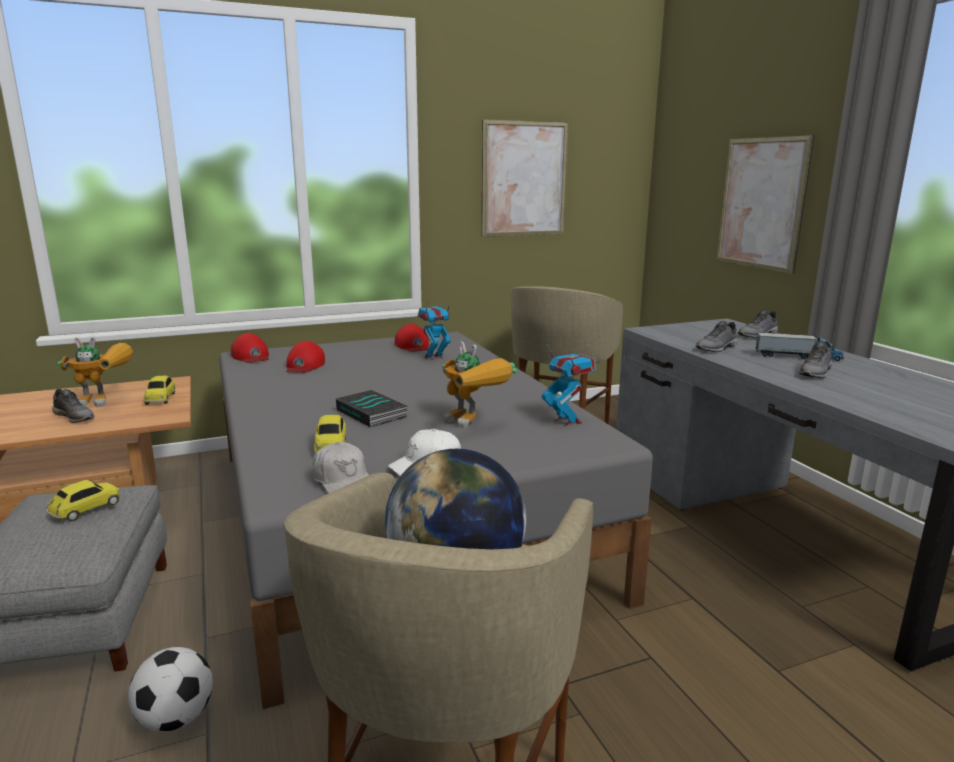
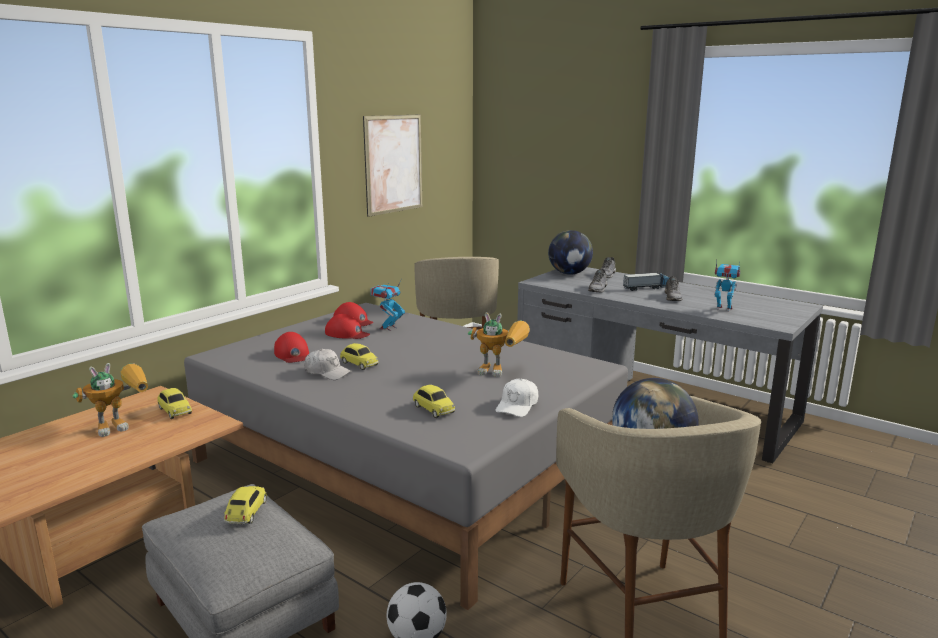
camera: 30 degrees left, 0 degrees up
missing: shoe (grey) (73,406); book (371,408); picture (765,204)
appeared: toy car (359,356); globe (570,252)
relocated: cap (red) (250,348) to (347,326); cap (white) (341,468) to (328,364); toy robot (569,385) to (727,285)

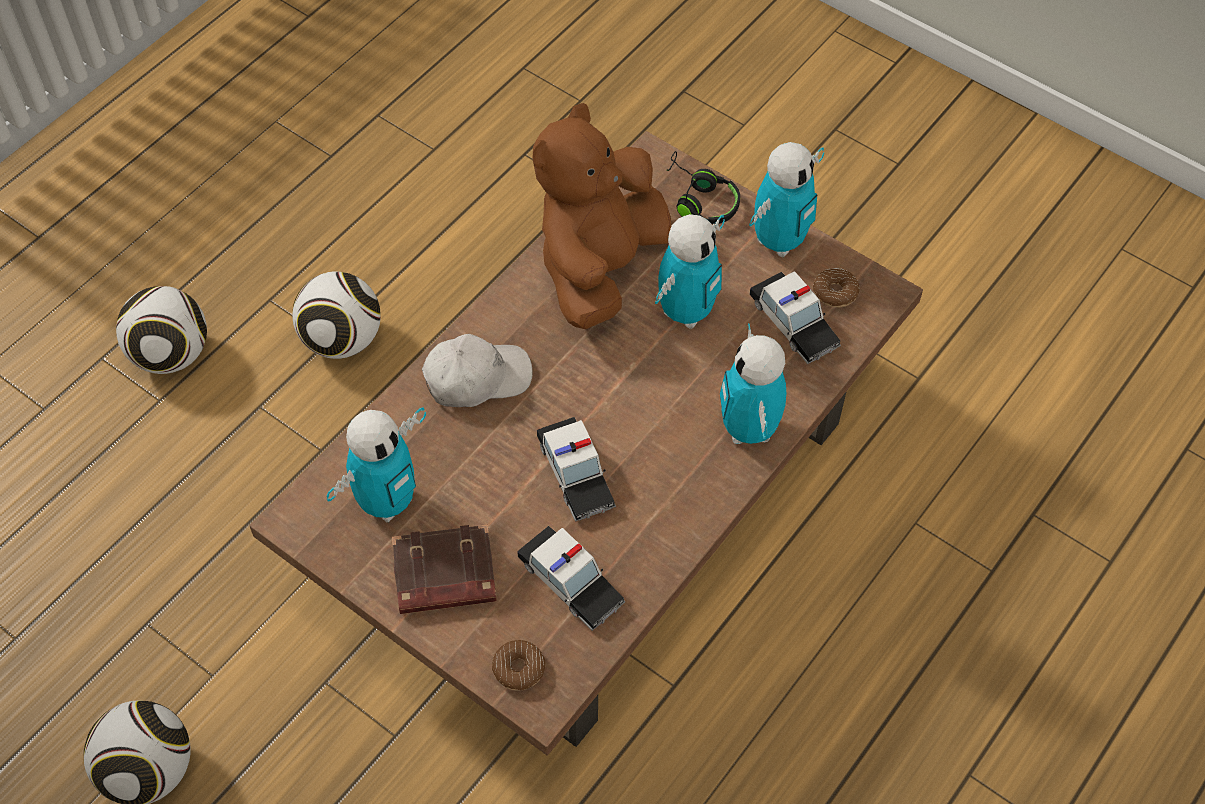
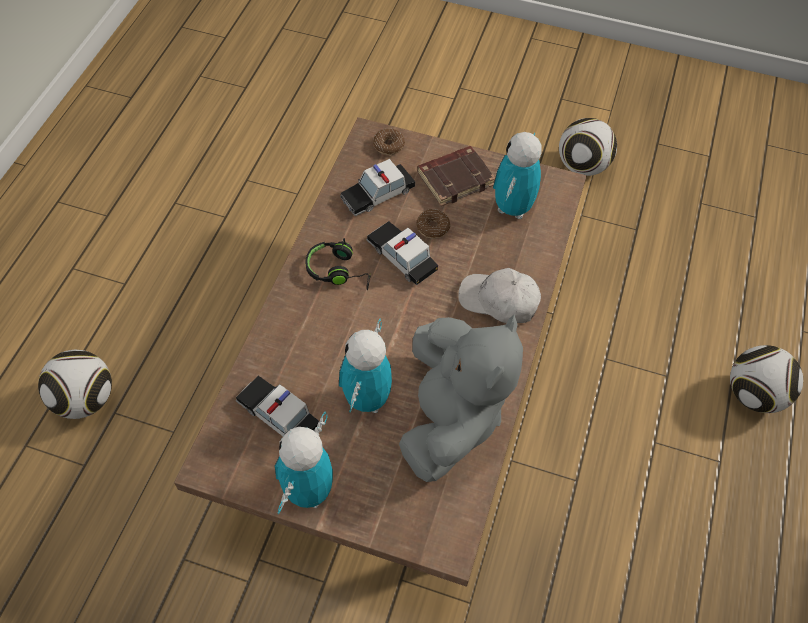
camera: 160 degrees right, 0 degrees up
missing: toy robot (753,383)
relocated: football (336,315) to (75,384); headphones (black) (703,187) to (338,264); donut (836,288) to (433,224)
colour: plush toy (brown) (602,216) to plush toy (grey) (461,398)
spun: cap (white) (477,370) = (499,295) 60 degrees clockwise; toy car (571,578) = (377,187) 60 degrees counterclockwise

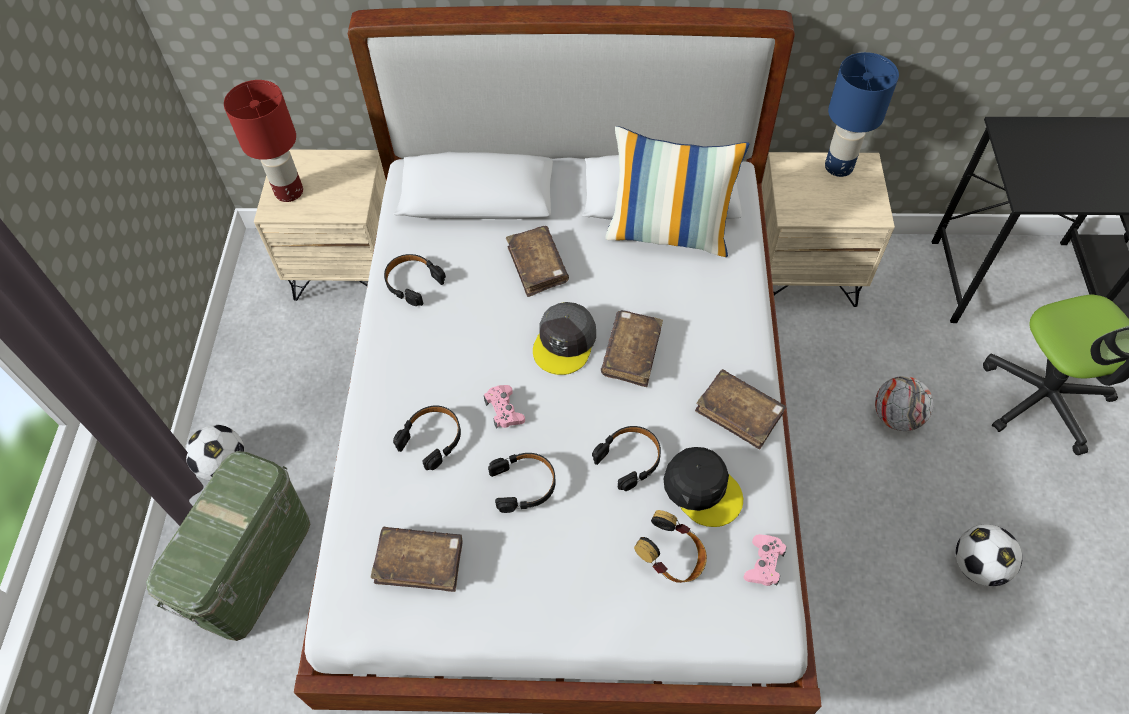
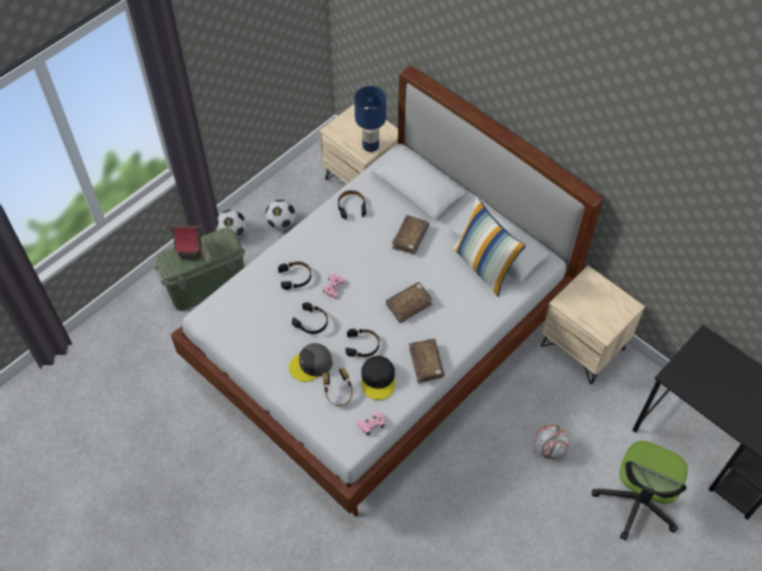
camera: 40 degrees right, 0 degrees up
missing: table lamp (red) (263,141); book (brown) (417,559)
appeared: toy house (184,242)
relocated: cap (grey) (564,338) to (311,362); table lamp (blue) (862,114) to (370,119); football (989,555) to (280,214)

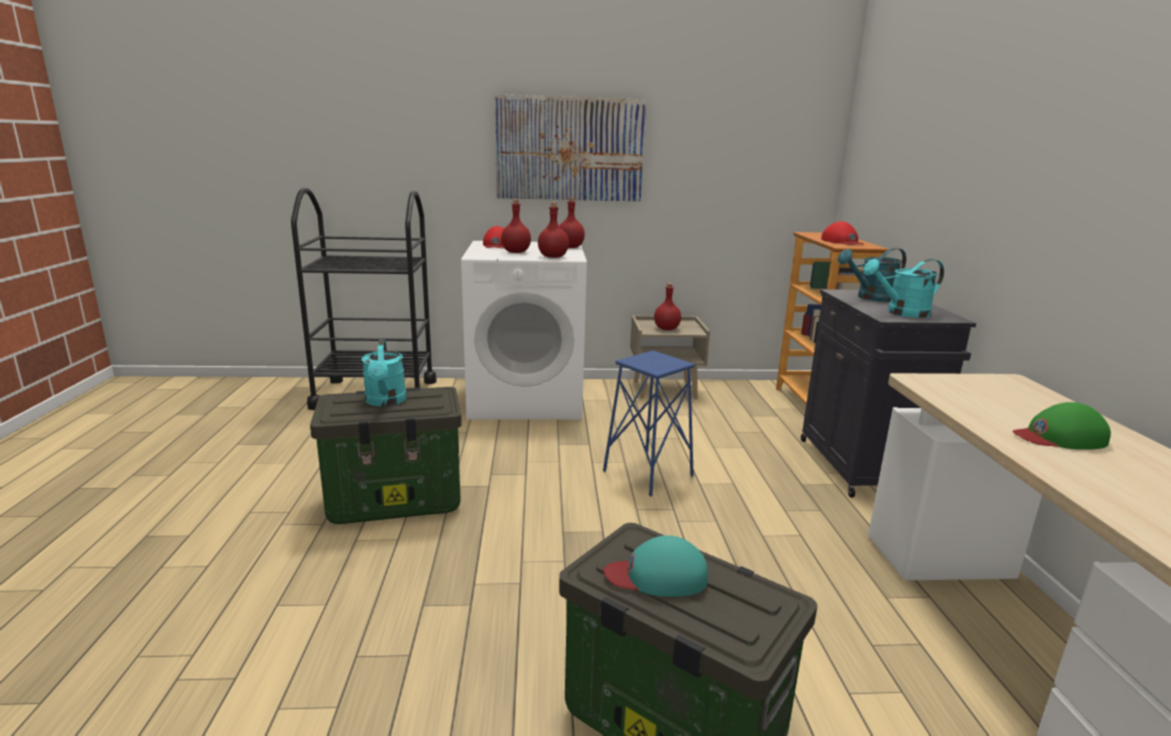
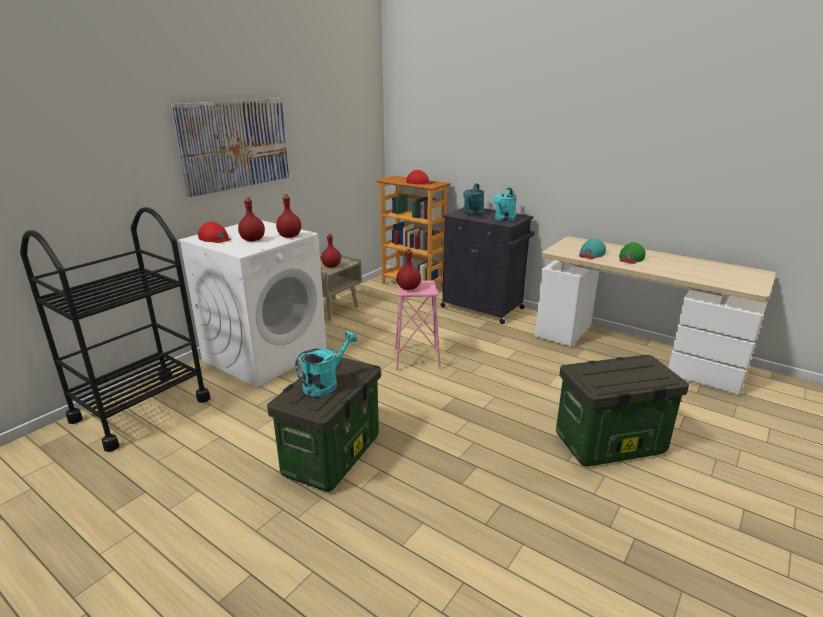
camera: 50 degrees left, 5 degrees up
relocated: bottle (red) (572,222) to (409,269); cap (turquoise) (656,566) to (592,248)
colour: stool (blue) (649,424) to stool (pink) (418,325)
spun: watering can (turquoise) (384,372) = (326,363) 75 degrees counterclockwise

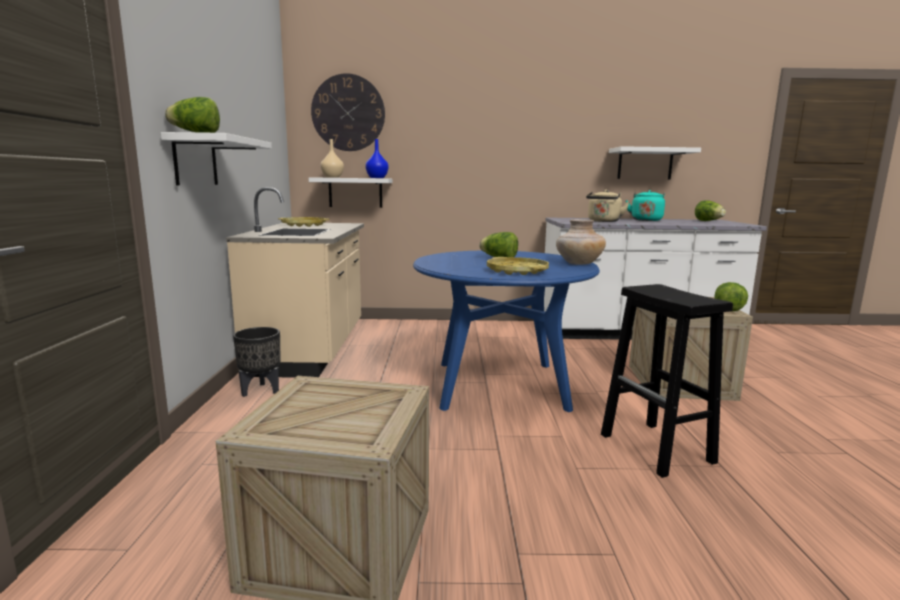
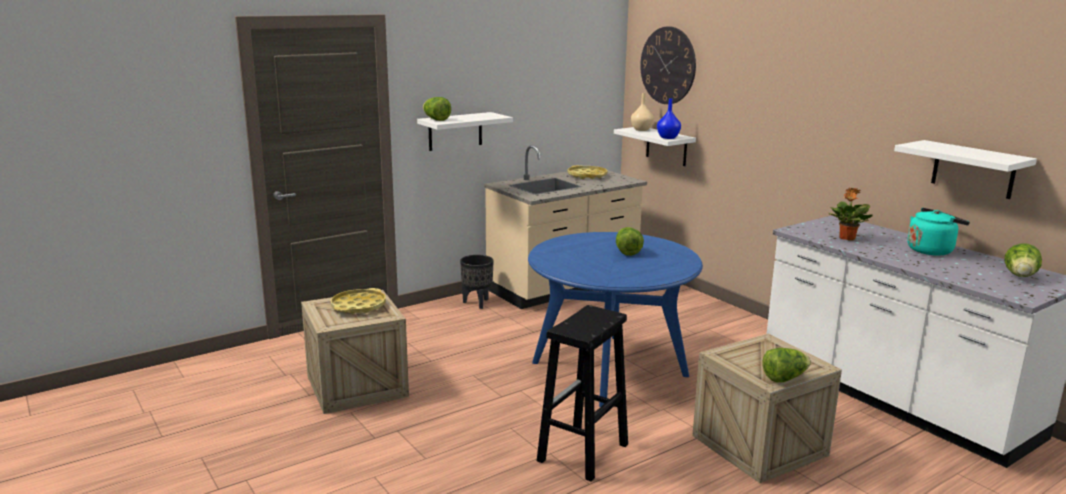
camera: 55 degrees right, 5 degrees up
missing: vase (beige) (581,242)
relocated: tray (yellow) (518,266) to (358,301)
exchanged: kettle (beige) (607,206) to potted plant (850,214)

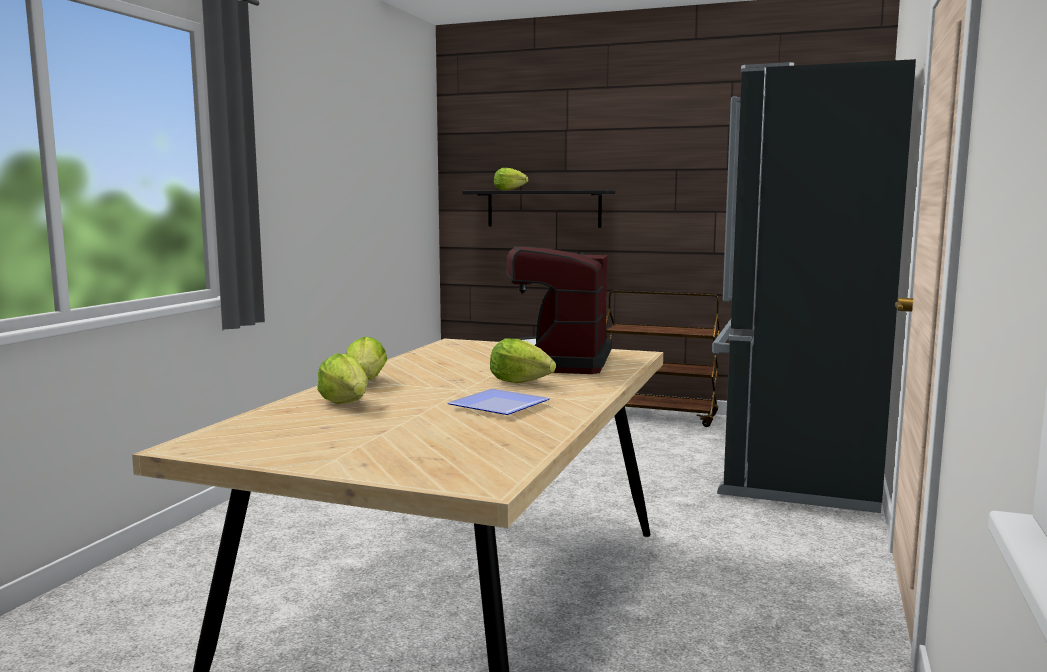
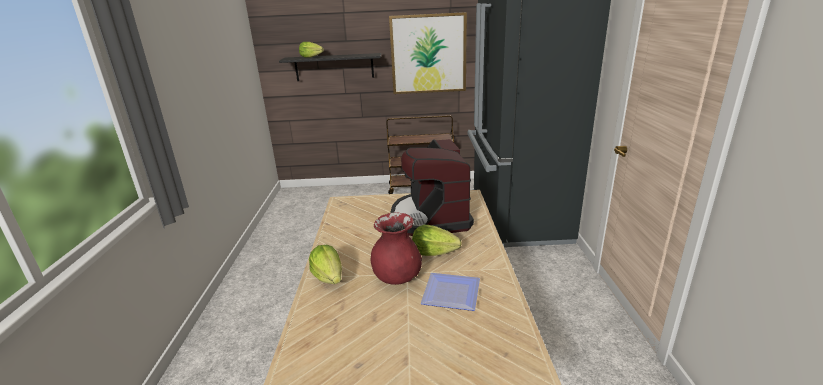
camera: 20 degrees left, 15 degrees up
missing: lettuce (342,378)
appeared: vase (red) (396,248); picture (428,53)

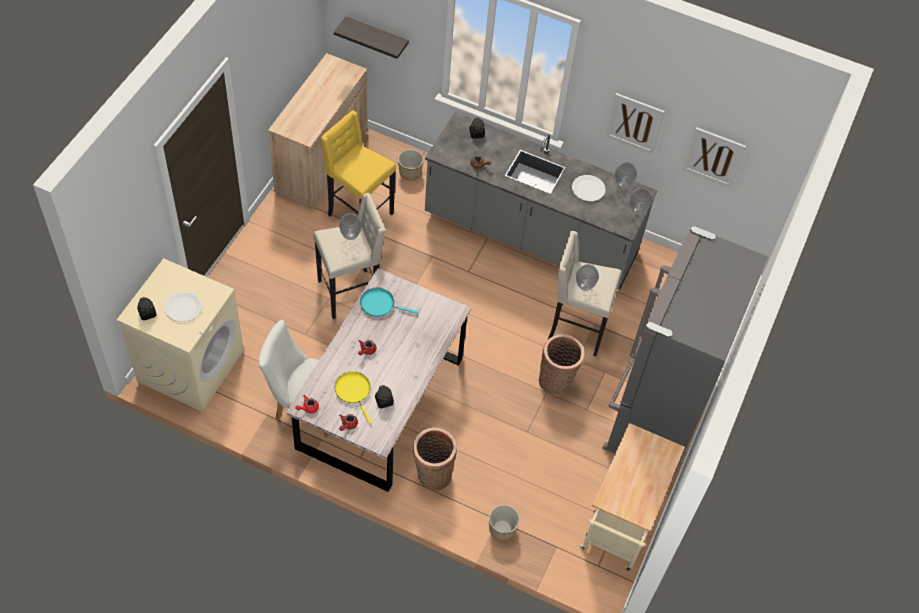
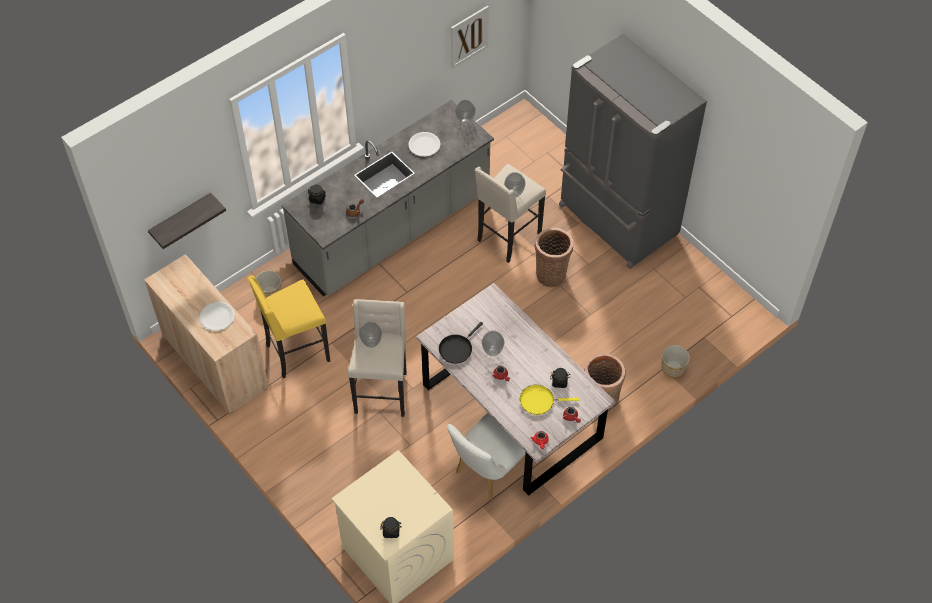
camera: 60 degrees left, 0 degrees up
missing: cart (beige) (632,497); picture (635,123)
relocated: plate (white) (183,306) to (217,316); vase (626,175) to (493,343)
colour: frying pan (turquoise) (389,302) to frying pan (black) (461,343)

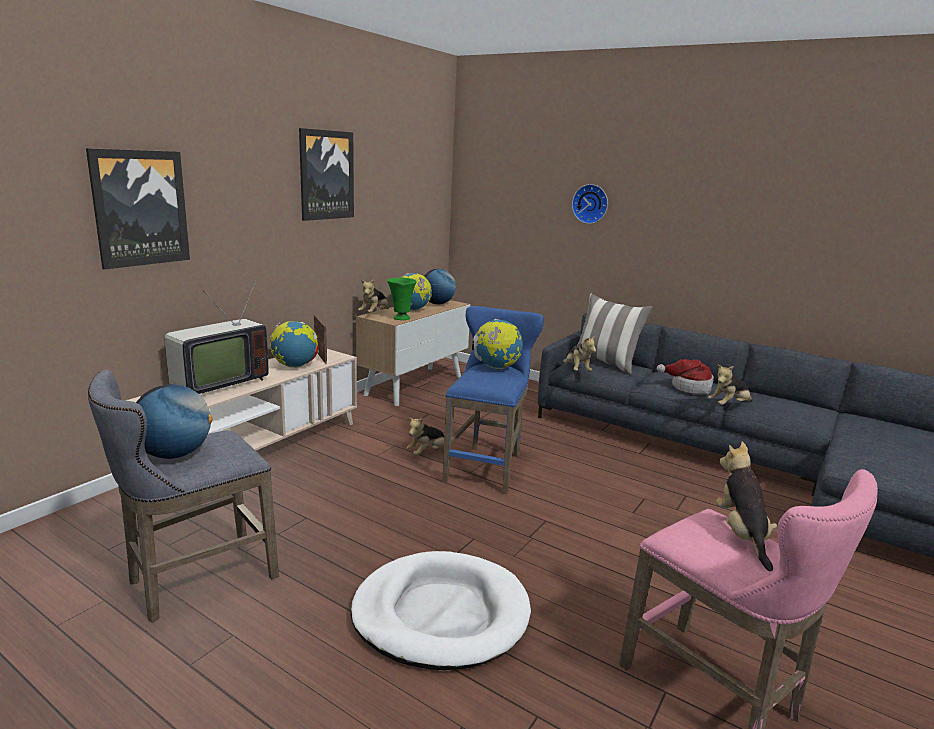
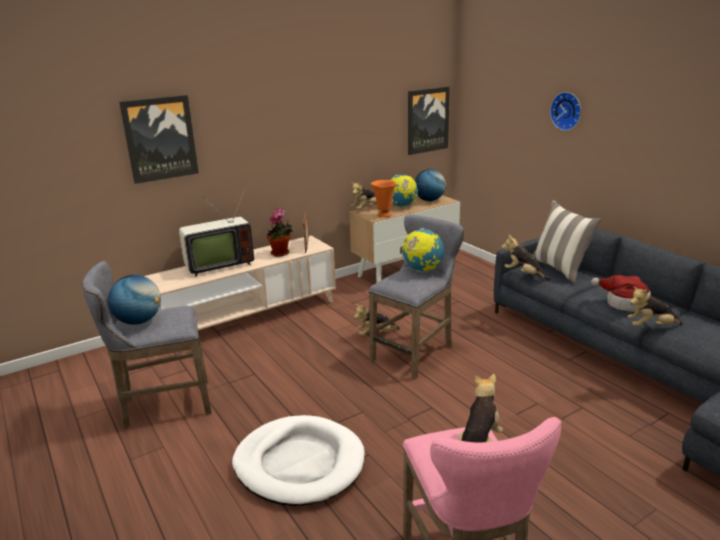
camera: 25 degrees right, 5 degrees up
relocated: picture (326,174) to (429,121)
exchanged: globe (294,344) to potted plant (280,232)
colour: vase (green) (402,299) to vase (orange) (383,198); stool (blue) (493,400) to stool (grey) (416,297)
spun: plush toy (579,353) = (526,258) 120 degrees clockwise

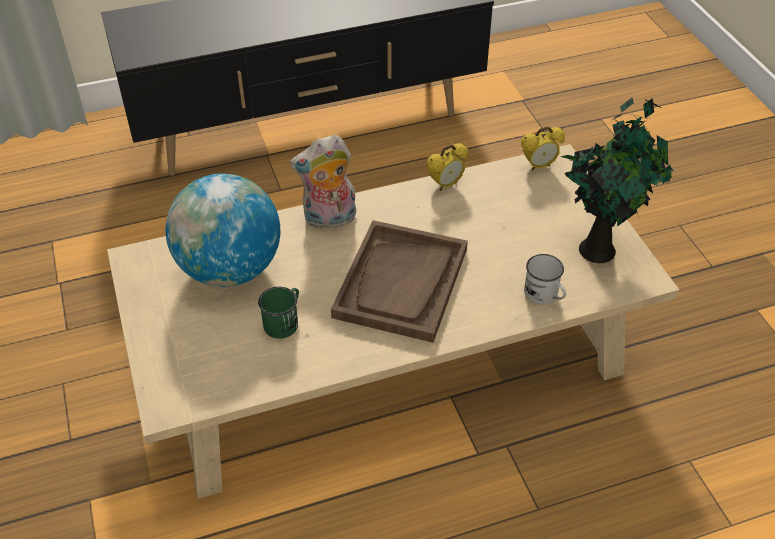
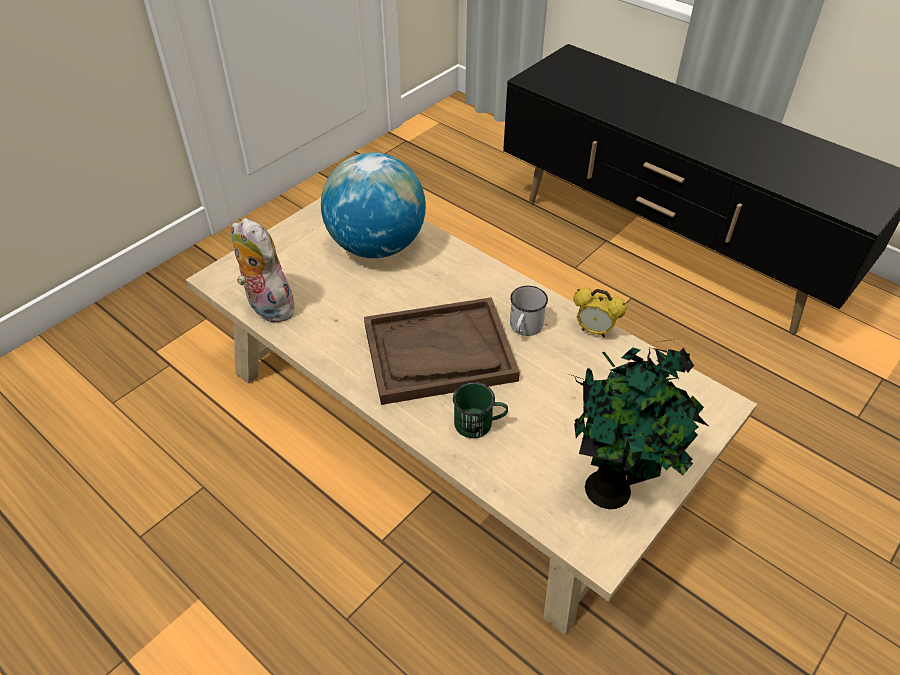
camera: 60 degrees right, 0 degrees up
missing: alarm clock (543,148)
relocated: mug (green) (278,313) to (480,410); plush toy (323,182) to (264,270); mug (white) (545,279) to (529,311)

